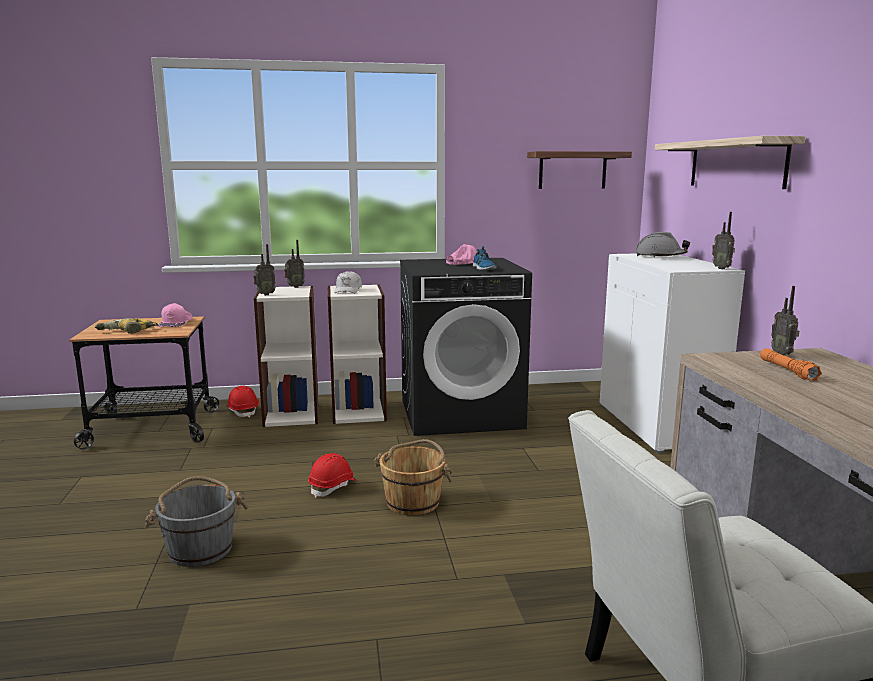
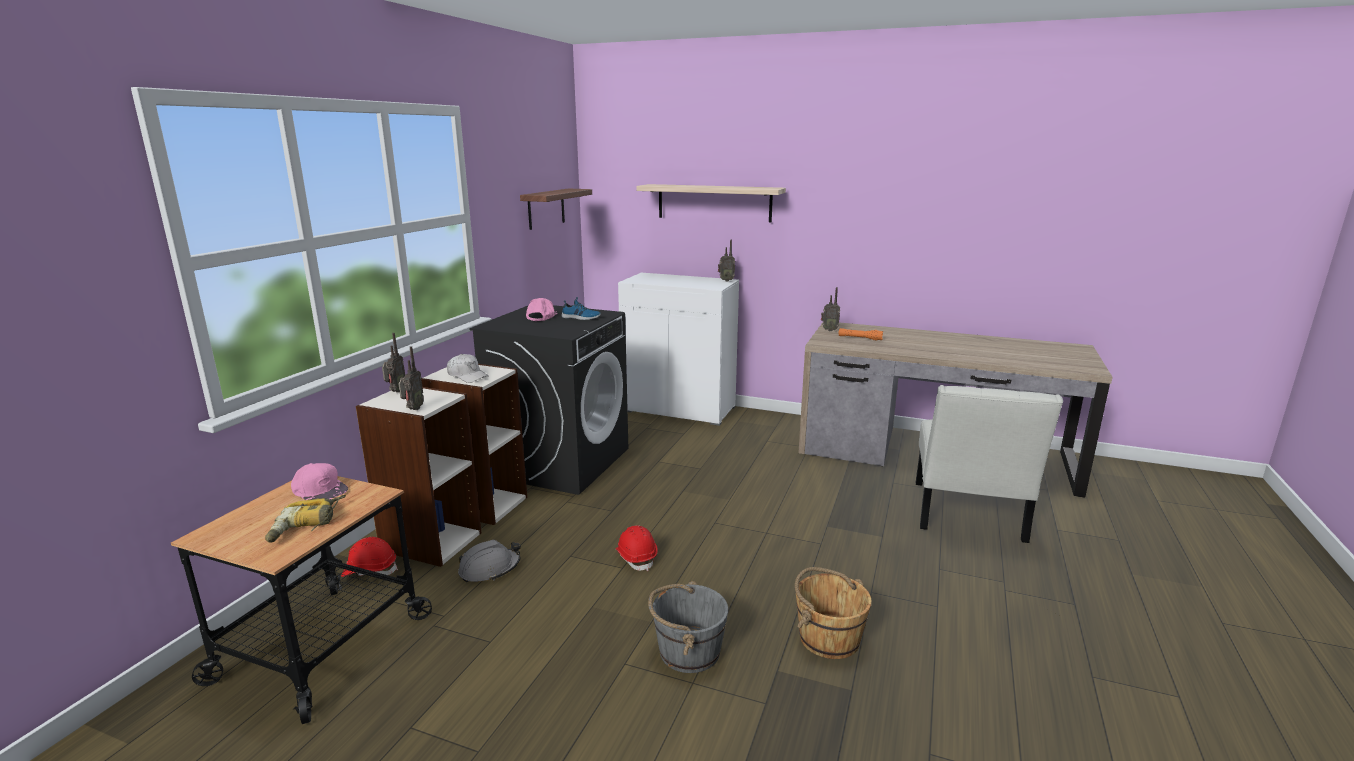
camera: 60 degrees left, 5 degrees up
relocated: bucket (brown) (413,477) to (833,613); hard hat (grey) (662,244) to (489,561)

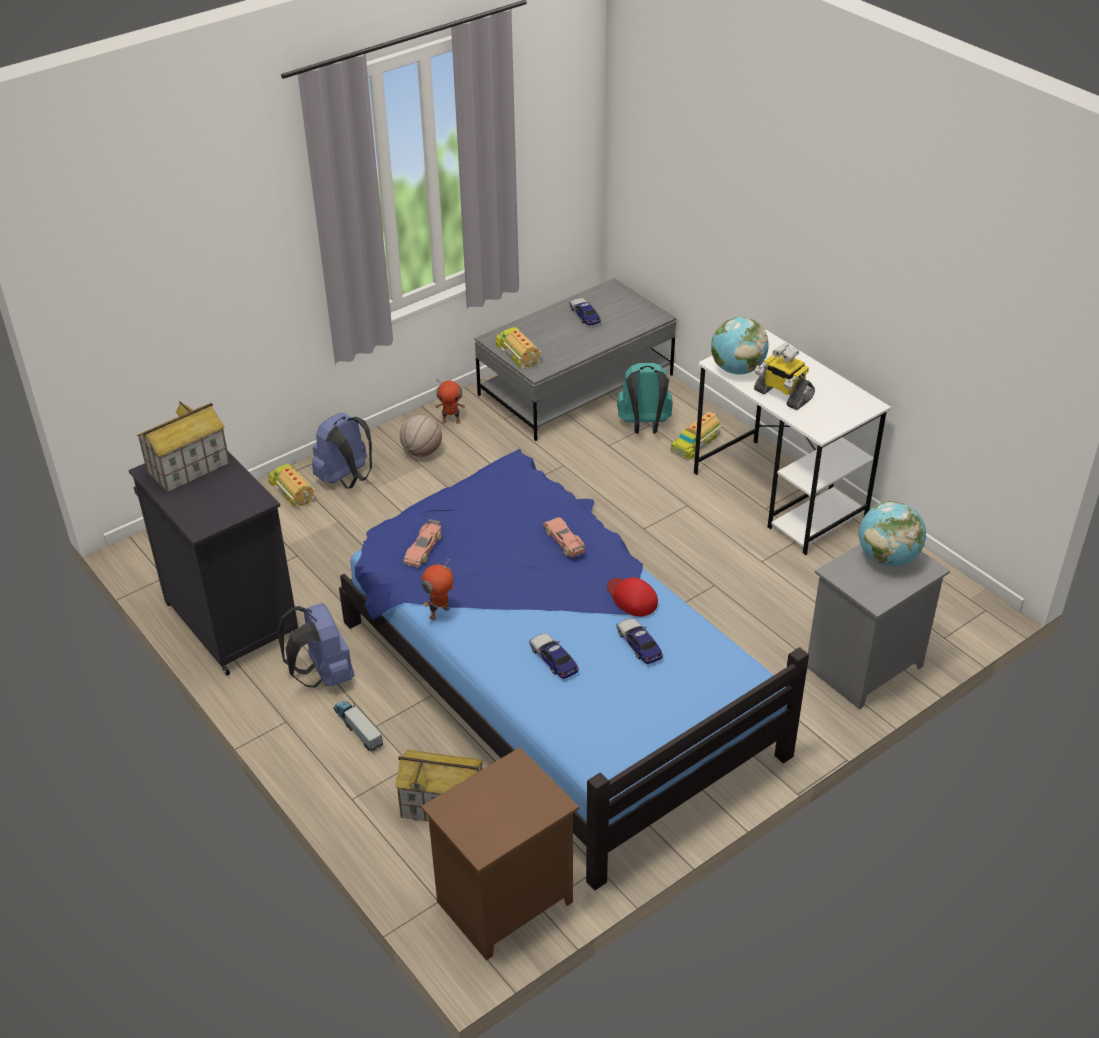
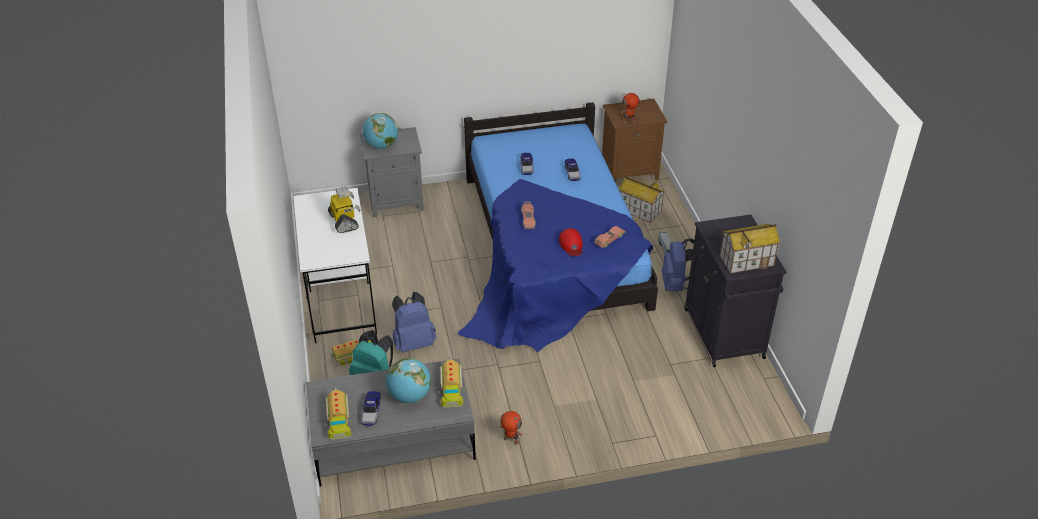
camera: 155 degrees left, 0 degrees up
missing: basketball (421,436)
relocated: toy truck (292,485) to (338,413); backpack (blue) (342,451) to (414,321); toy robot (438,589) to (630,108); cap (red) (632,597) to (571,242); globe (740,345) to (408,380)

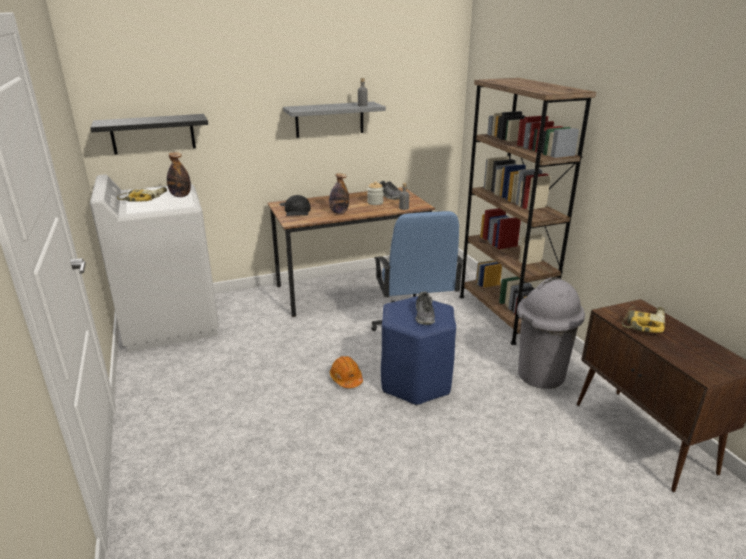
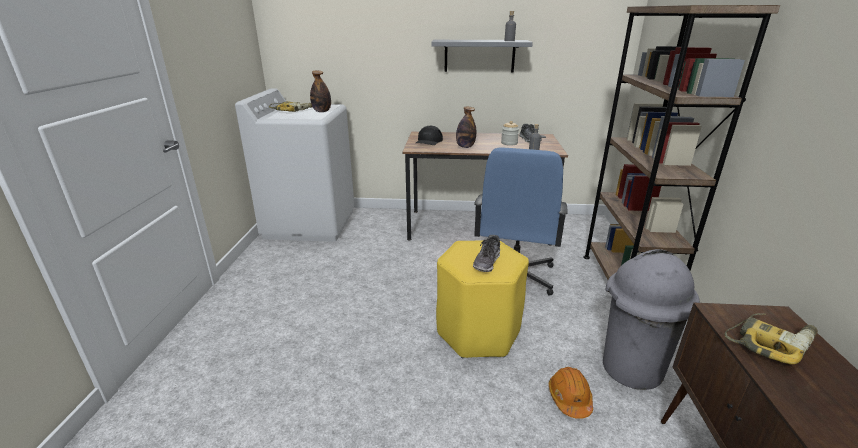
camera: 25 degrees right, 0 degrees up
missing: shelf (black) (149,134)
relocated: hard hat (orange) (346,372) to (571,393)
colour: stool (blue) (418,351) to stool (yellow) (482,299)

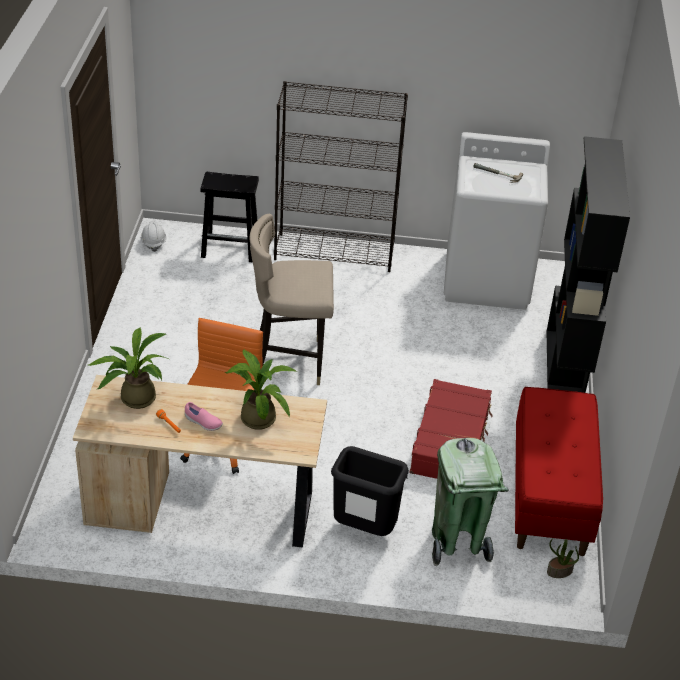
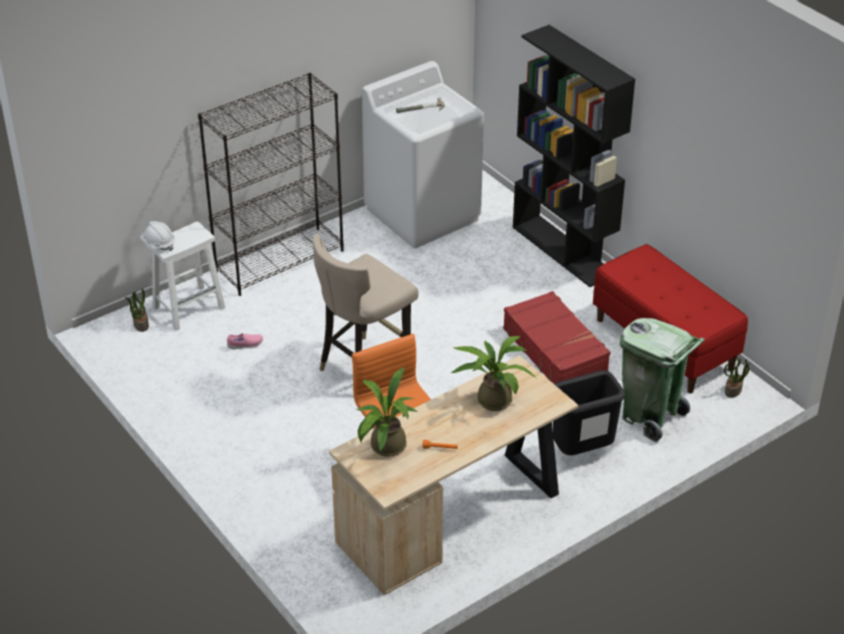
camera: 40 degrees left, 0 degrees up
appeared: potted plant (137,310)
relocated: hard hat (white) (154,236) to (157,236); shoe (pink) (204,416) to (245,341)
colour: stool (black) (230,217) to stool (white) (186,276)

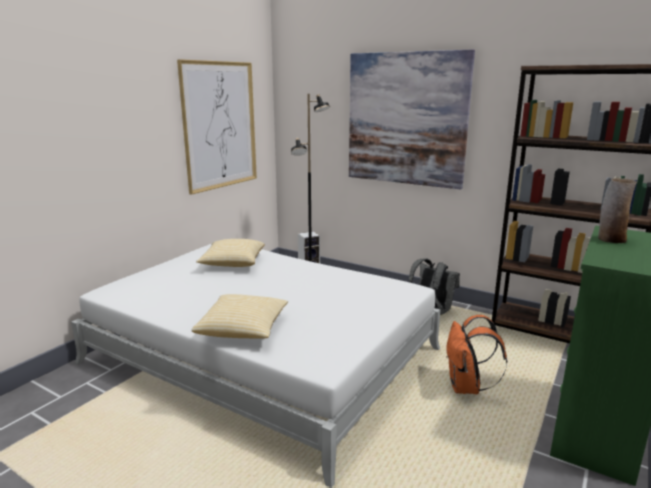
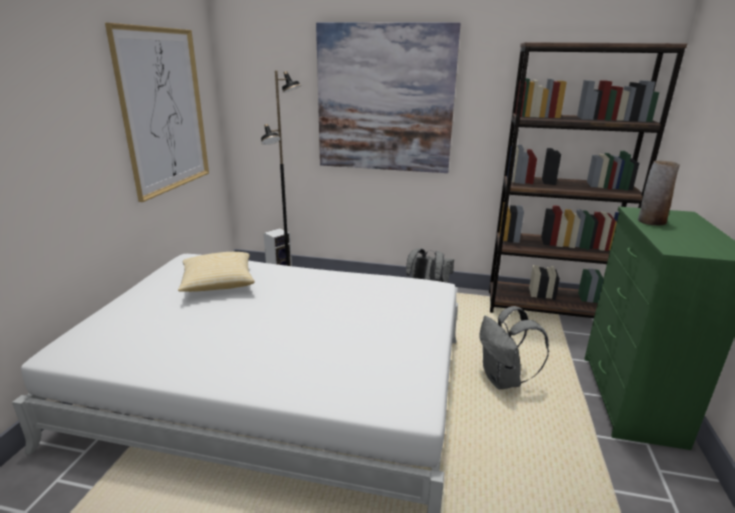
camera: 20 degrees left, 5 degrees up
missing: pillow (240,316)
colour: backpack (orange) (476,354) to backpack (grey) (514,347)

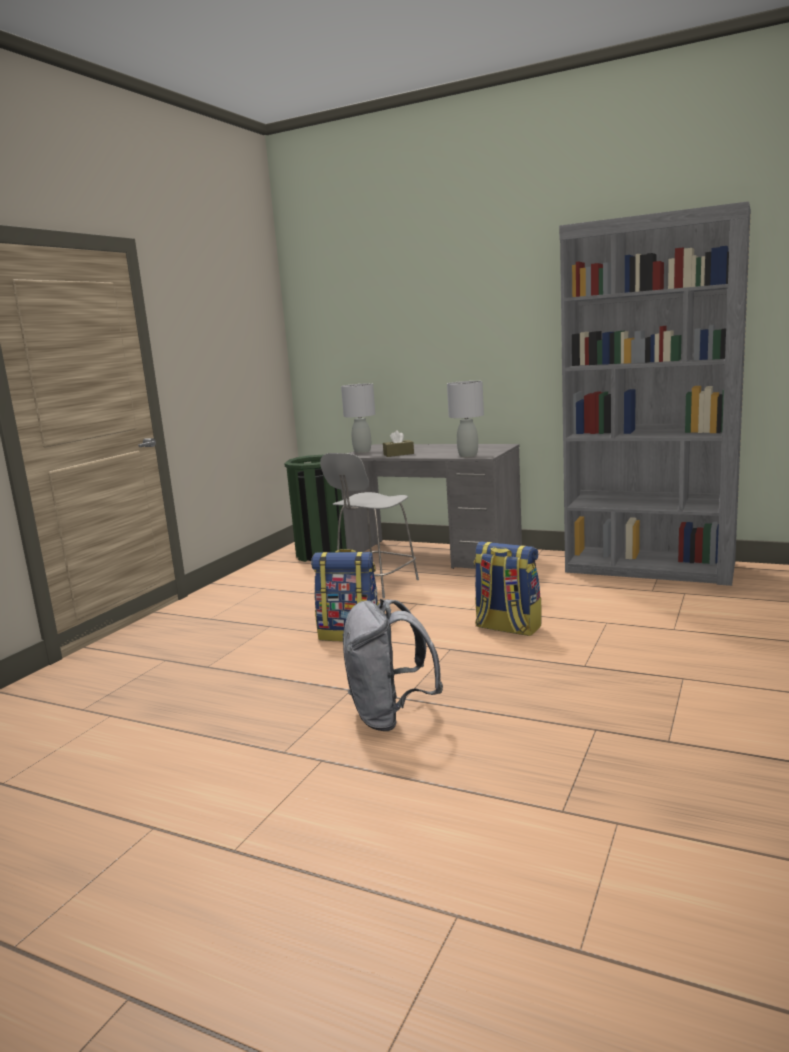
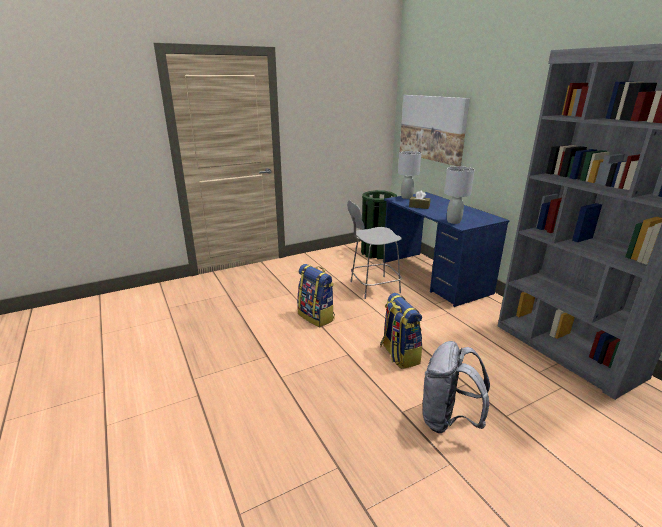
camera: 35 degrees right, 10 degrees up
appeared: picture (435,130)
relocated: backpack (grey) (393,665) to (456,387)
colour: desk (grey) (431,506) to desk (blue) (446,249)

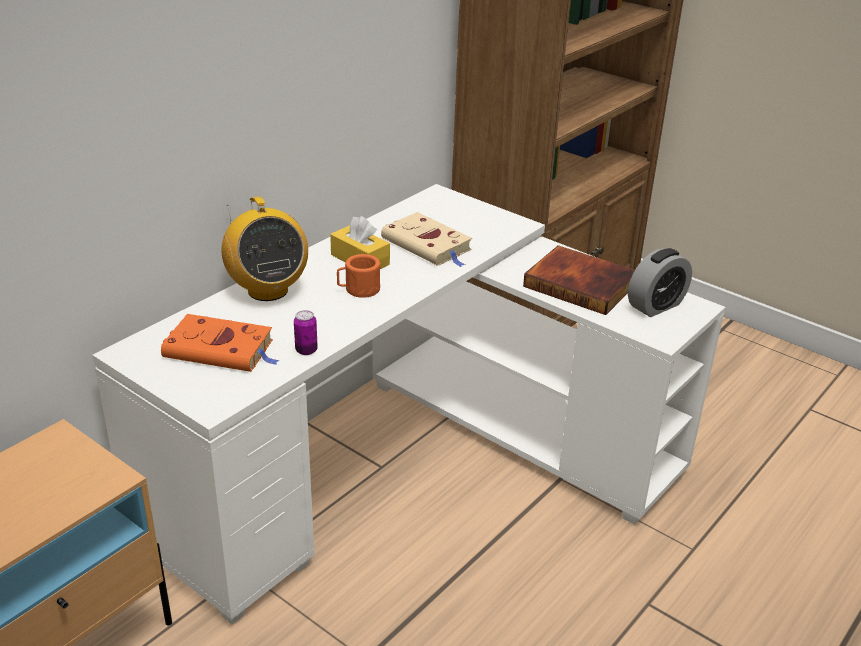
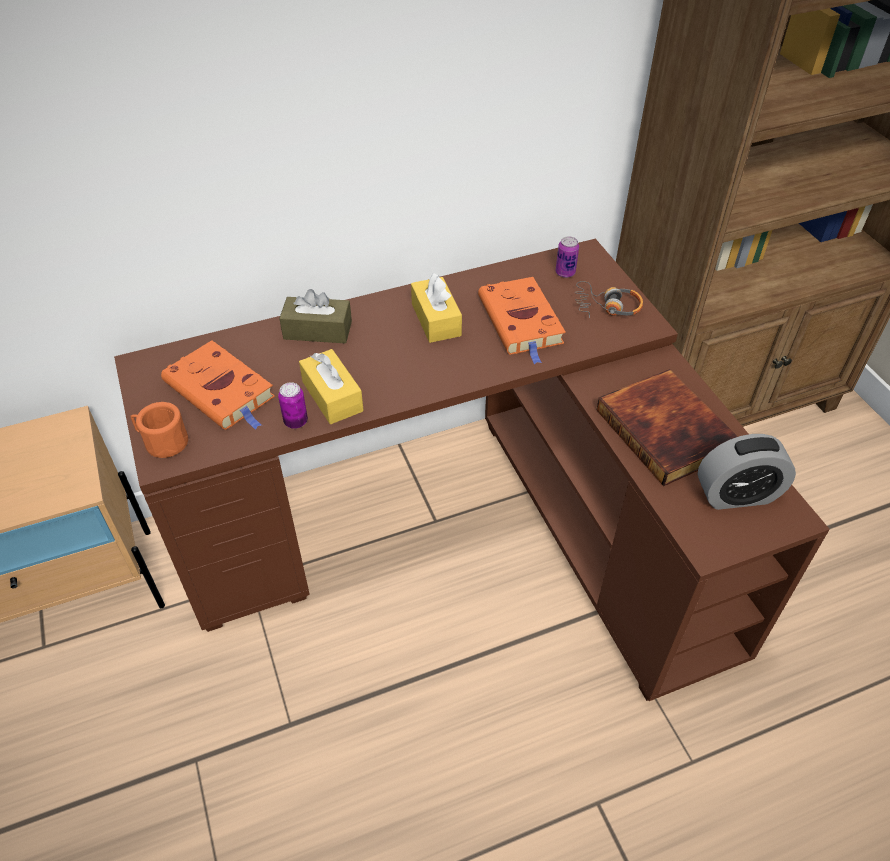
camera: 30 degrees right, 15 degrees up
appeared: tissue box (yellow) (331,386); can (567,257); headphones (608,299)
relocated: mug (orange) (358,276) to (159,430)
exchanged: radio (264,249) to tissue box (brown) (315,316)
colour: desk (white) (408,404) to desk (brown) (472,470); book (beige) (426,239) to book (orange) (522,320)

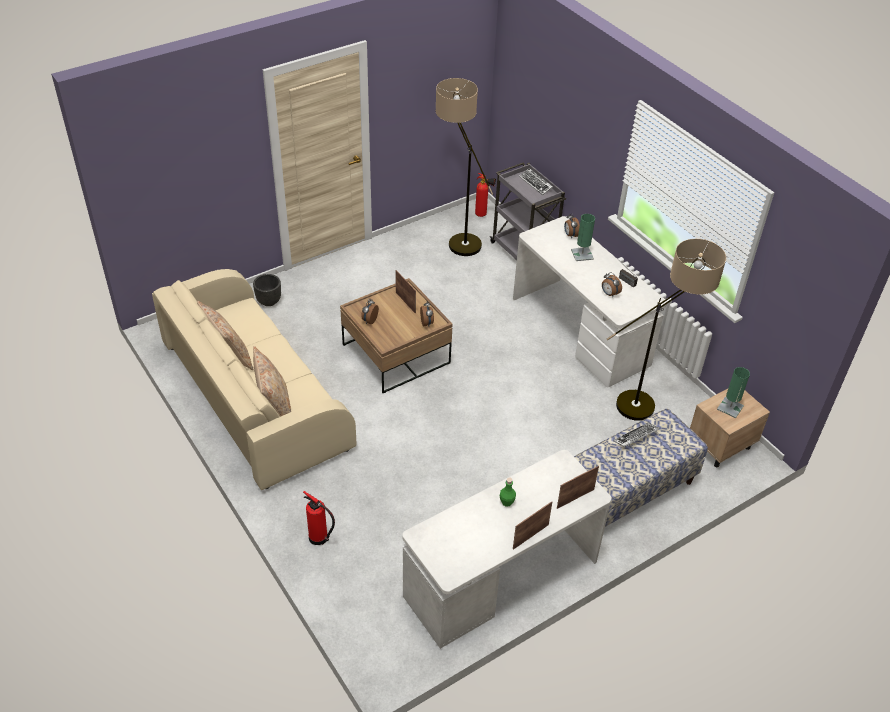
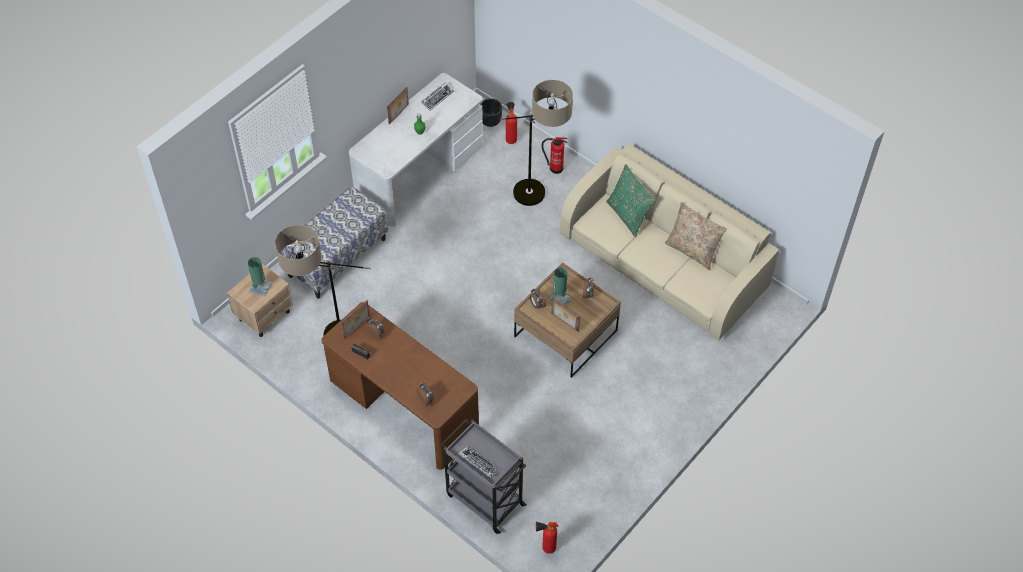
camera: 165 degrees right, 10 degrees up
appeared: fire extinguisher (511,123)
relocated: planter (black) (267,290) to (491,112); floor lamp (464,167) to (536,143); picture frame (578,487) to (355,319); table lamp (green) (583,237) to (559,285); keyboard (636,434) to (437,96)
colour: pillow (beige) (272,381) to pillow (green) (631,200); desk (white) (590,301) to desk (brown) (400,386)

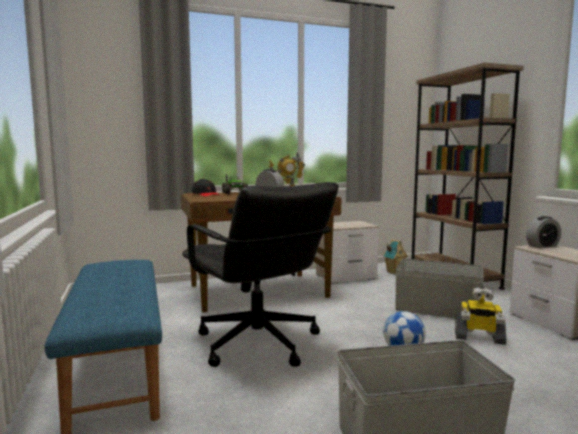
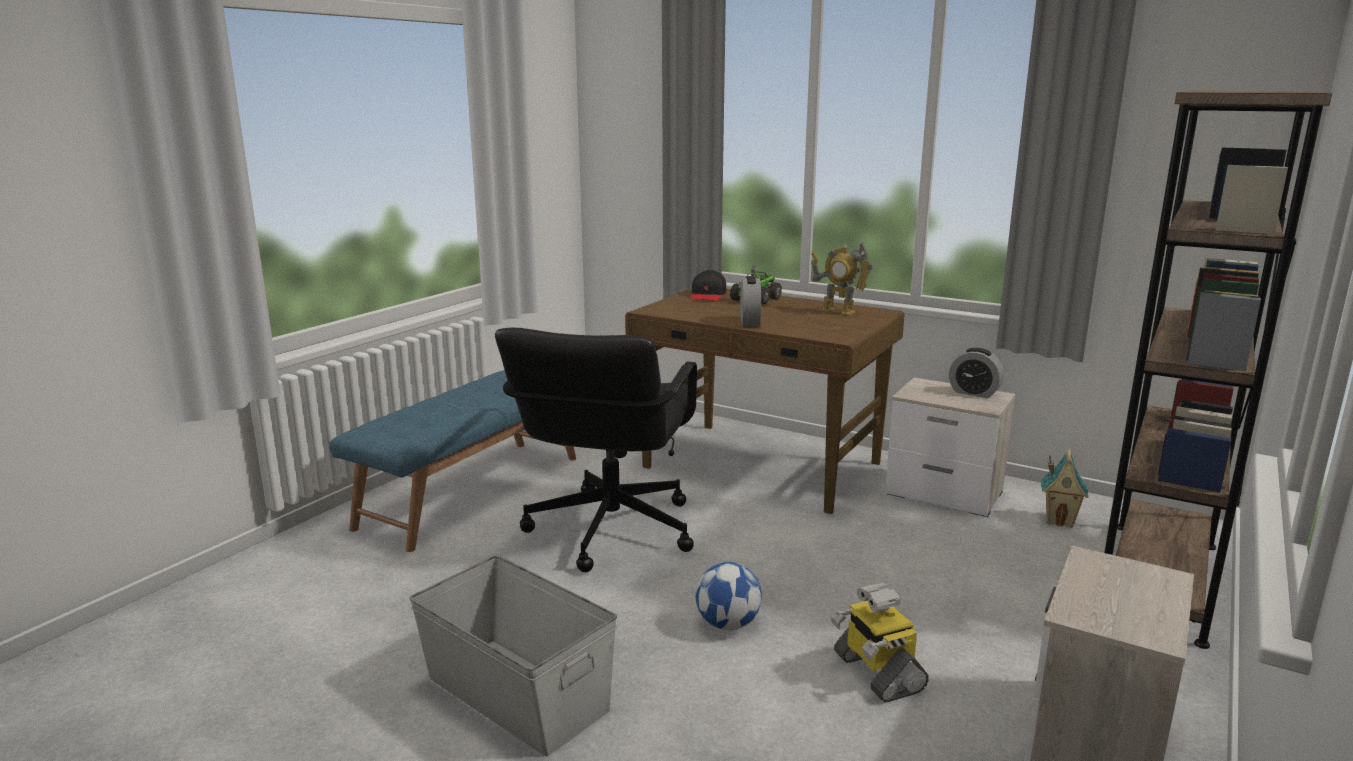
camera: 50 degrees right, 10 degrees up
missing: storage box (grey) (439,288)
relocated: alarm clock (543,232) to (976,373)

